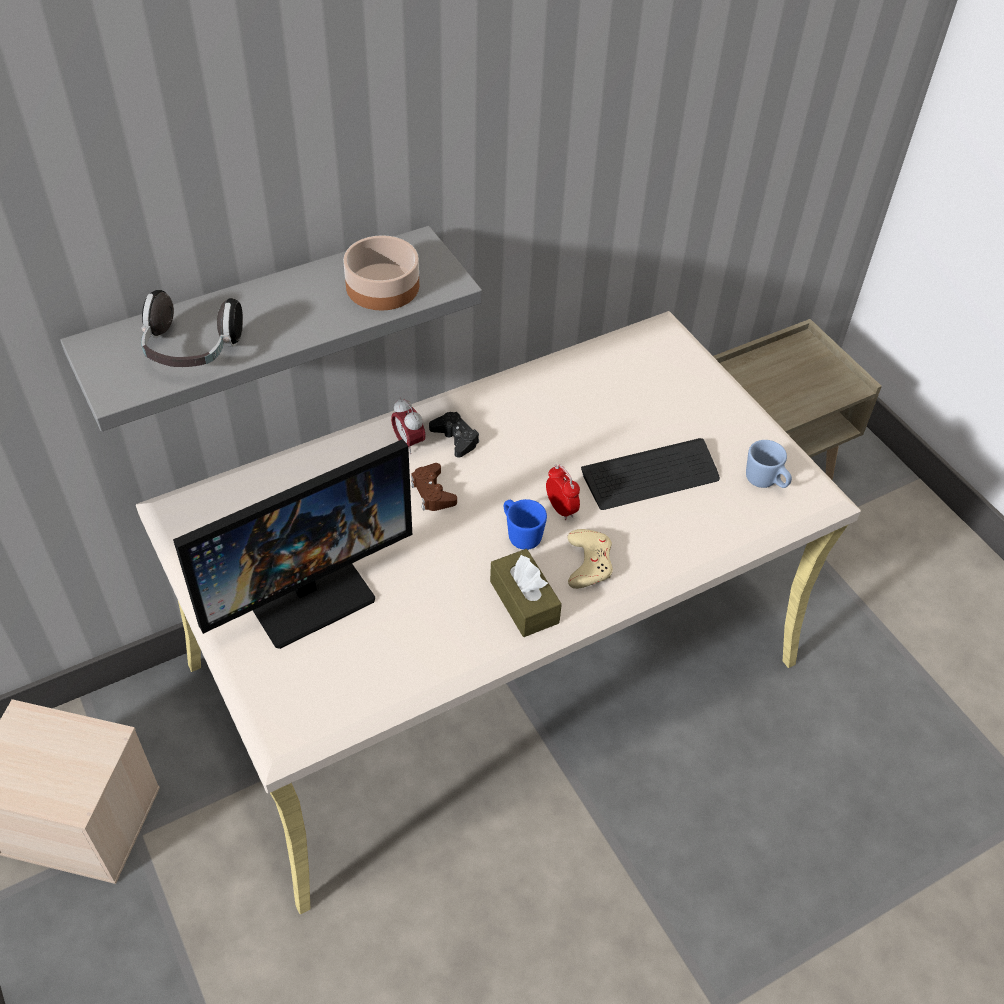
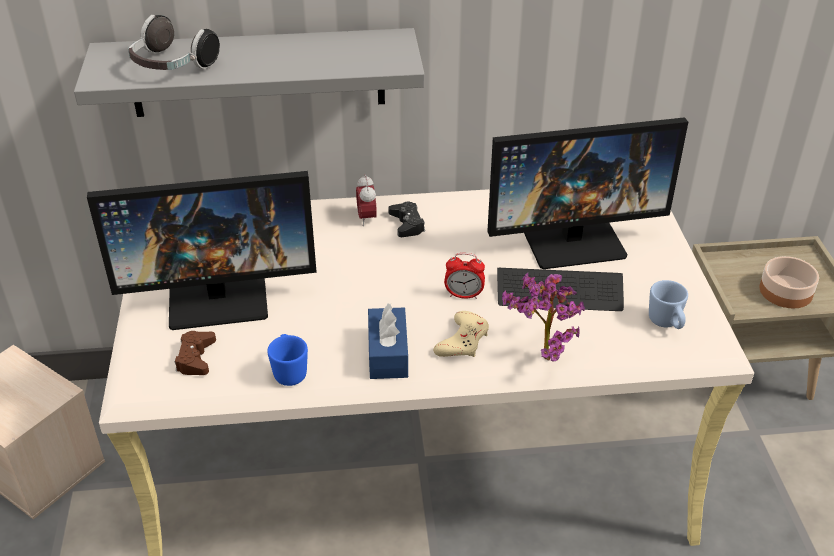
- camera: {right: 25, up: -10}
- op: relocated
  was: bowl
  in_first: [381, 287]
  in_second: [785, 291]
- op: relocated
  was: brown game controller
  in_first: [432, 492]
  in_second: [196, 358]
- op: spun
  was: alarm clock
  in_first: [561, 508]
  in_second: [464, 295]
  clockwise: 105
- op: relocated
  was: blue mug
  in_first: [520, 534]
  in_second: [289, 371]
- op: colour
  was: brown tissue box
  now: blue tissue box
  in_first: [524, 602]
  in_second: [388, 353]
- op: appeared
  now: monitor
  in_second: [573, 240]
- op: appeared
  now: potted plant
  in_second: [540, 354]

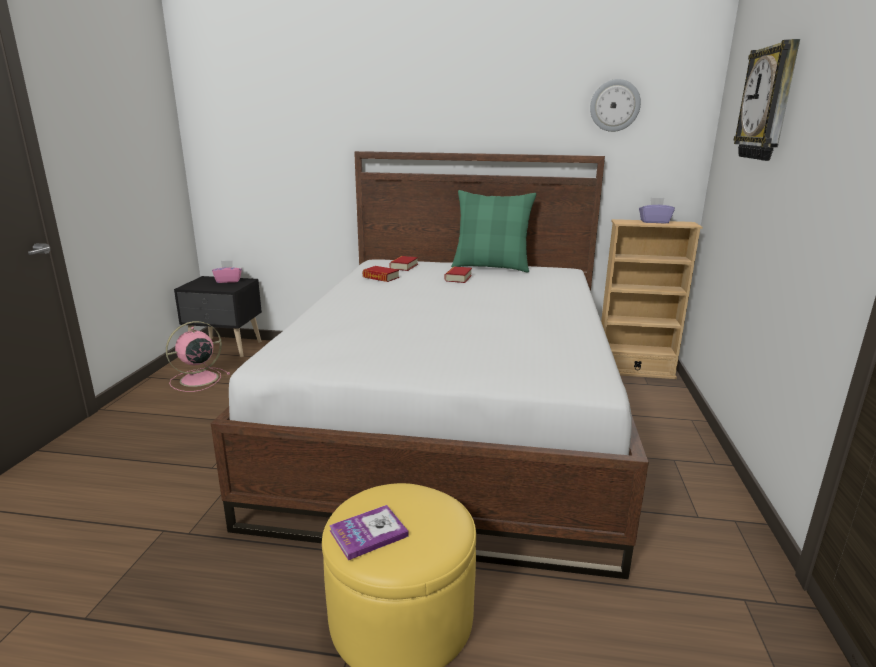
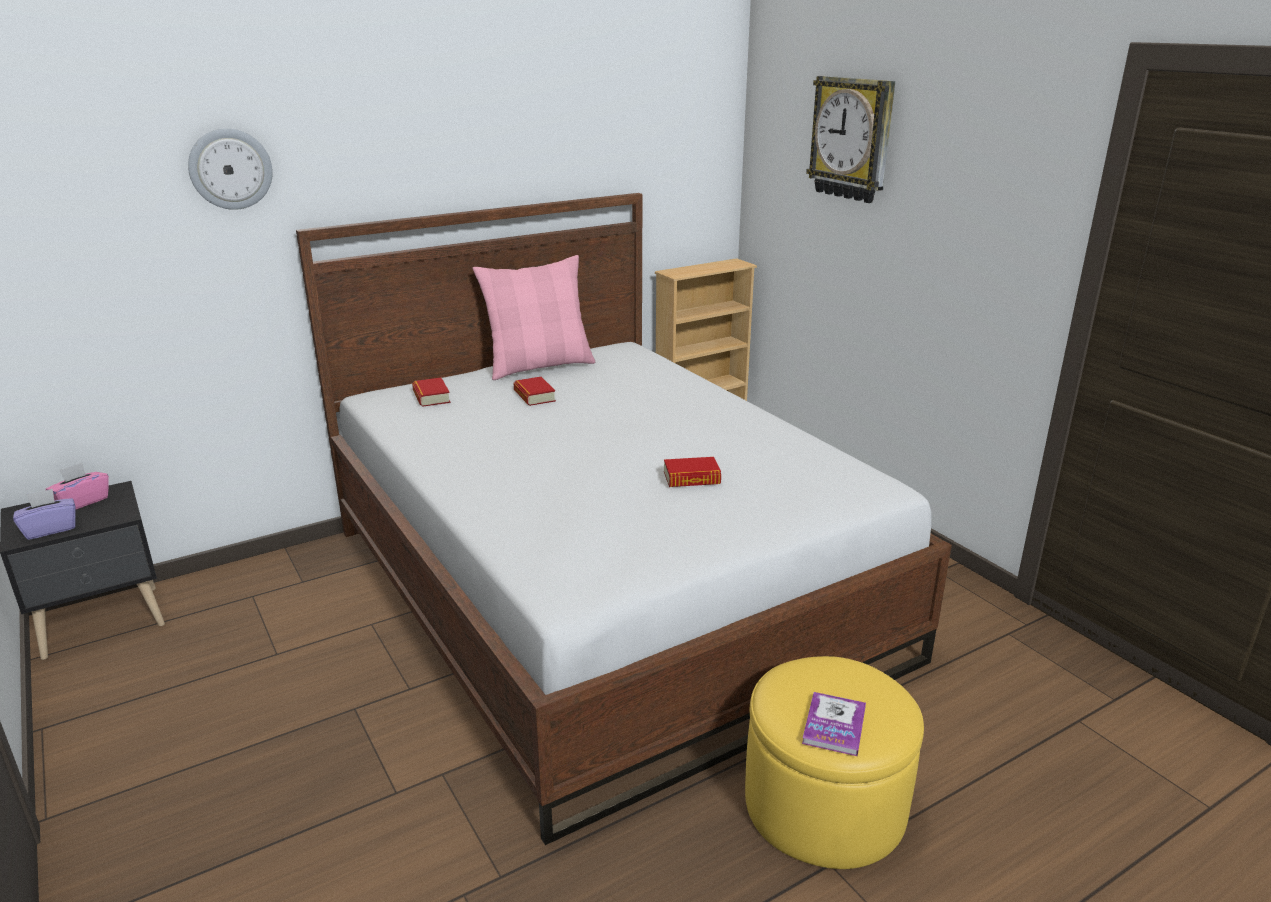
- camera: {right: -40, up: 5}
- op: relocated
  was: wall clock
  in_first: [614, 105]
  in_second: [230, 169]
- op: colour
  was: green pillow
  now: pink pillow
  in_first: [491, 267]
  in_second: [539, 366]
- op: relocated
  was: purple tissue box
  in_first: [654, 222]
  in_second: [50, 529]
- op: relocated
  was: book
  in_first: [381, 277]
  in_second: [691, 478]
- op: missing
  was: pink fan
  in_first: [197, 379]

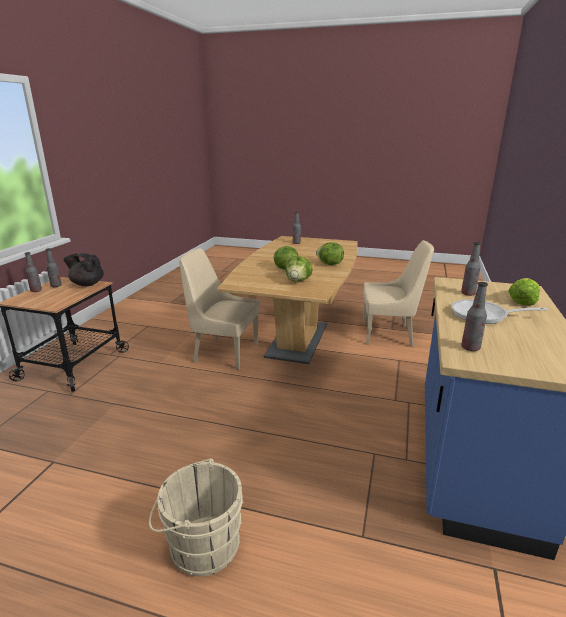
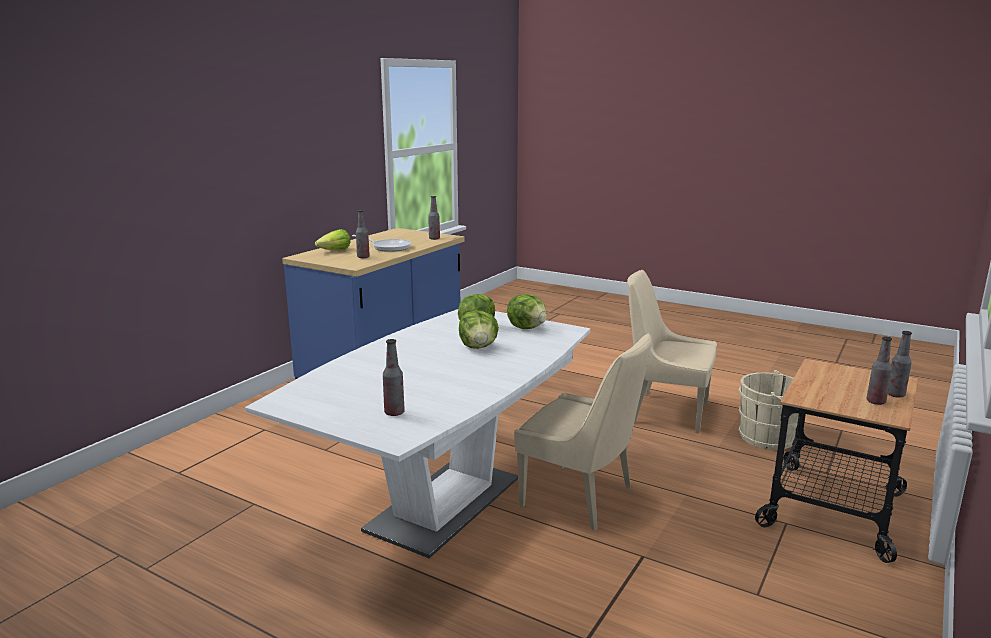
- camera: {right: -165, up: -5}
- op: colour
  was: brown dining table
  now: white dining table
  in_first: [297, 340]
  in_second: [444, 504]
- op: relocated
  was: beige chair
  in_first: [389, 335]
  in_second: [666, 412]
- op: relocated
  was: lettuce
  in_first: [329, 264]
  in_second: [527, 327]
- op: missing
  was: black teapot
  in_first: [87, 284]
- op: relocated
  was: beige bucket
  in_first: [200, 545]
  in_second: [771, 438]

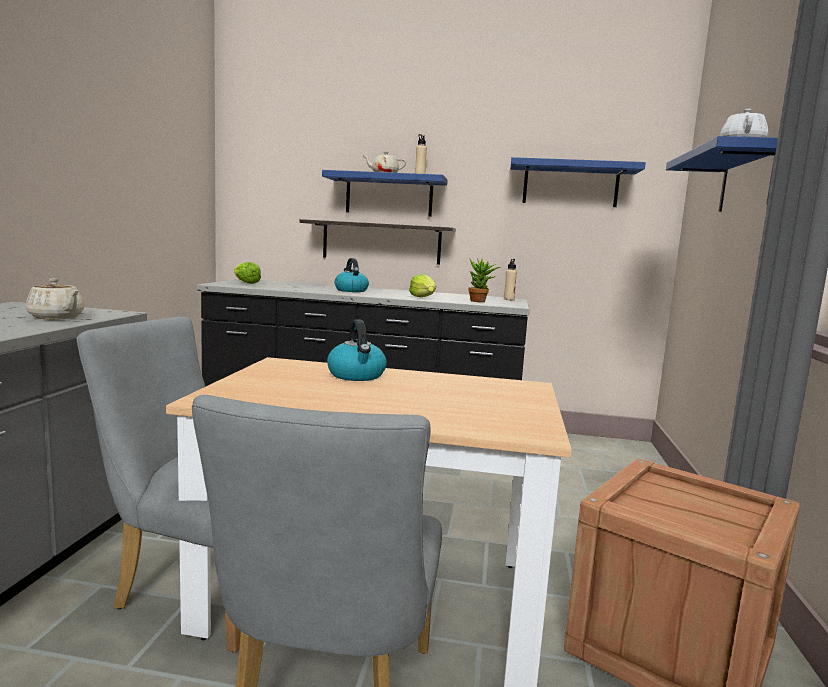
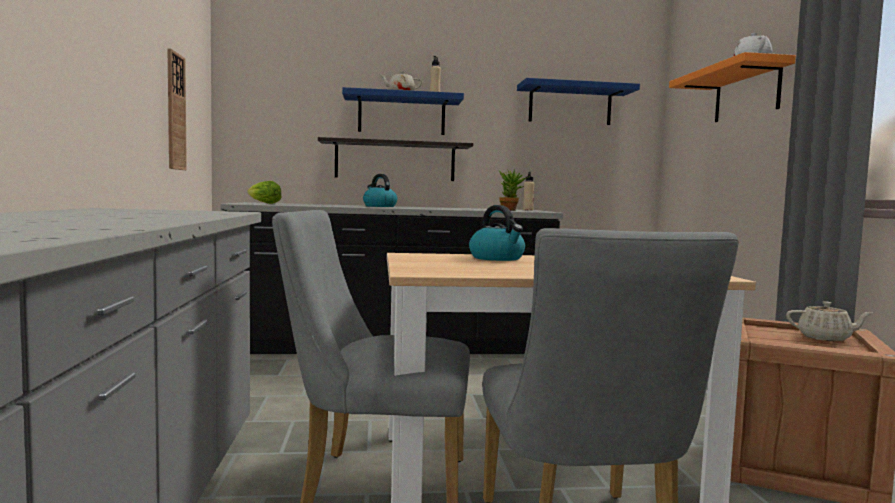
- camera: {right: -15, up: -5}
- op: colour
  was: blue shelf
  now: orange shelf
  in_first: [746, 180]
  in_second: [746, 93]
- op: missing
  was: lettuce
  in_first: [424, 298]
- op: relocated
  was: beige teapot
  in_first: [56, 317]
  in_second: [825, 338]
- op: appeared
  now: wall clock
  in_second: [175, 112]

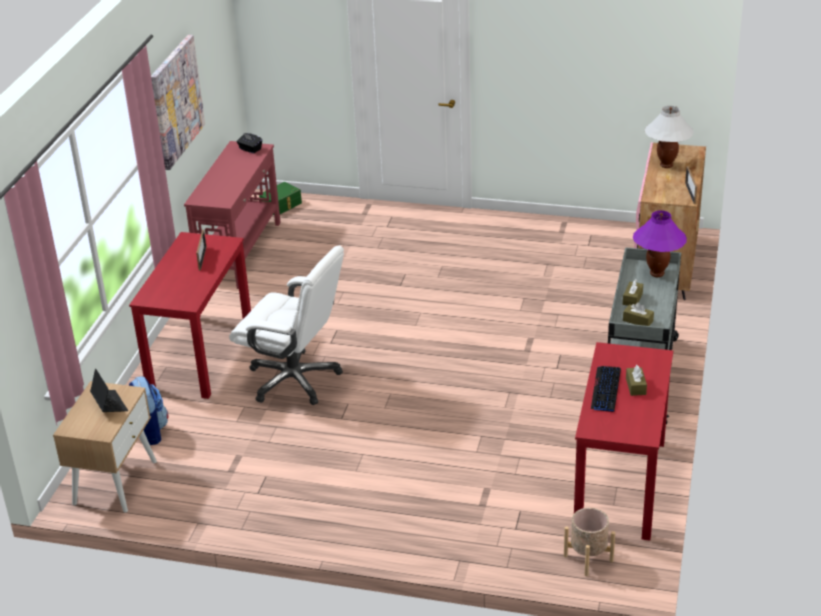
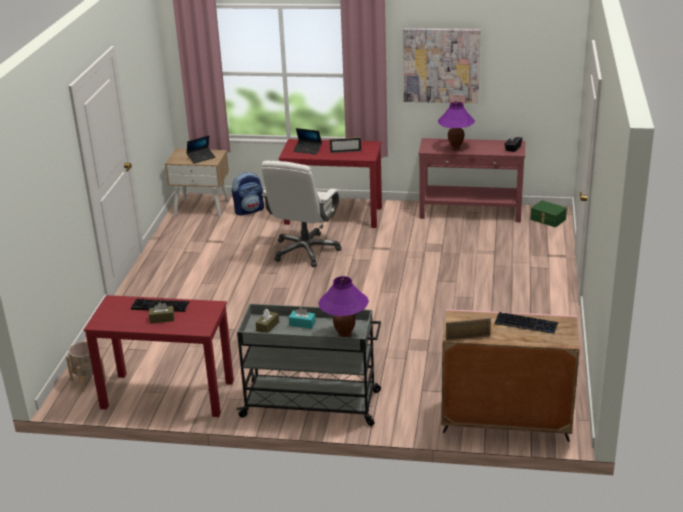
- camera: {right: 85, up: -5}
- op: exchanged
  was: white table lamp
  now: keyboard
  in_first: [666, 165]
  in_second: [526, 324]
- op: colour
  was: brown tissue box
  now: turquoise tissue box
  in_first: [632, 299]
  in_second: [302, 323]
- op: appeared
  now: purple table lamp
  in_second: [455, 148]
- op: appeared
  now: laptop
  in_second: [307, 150]

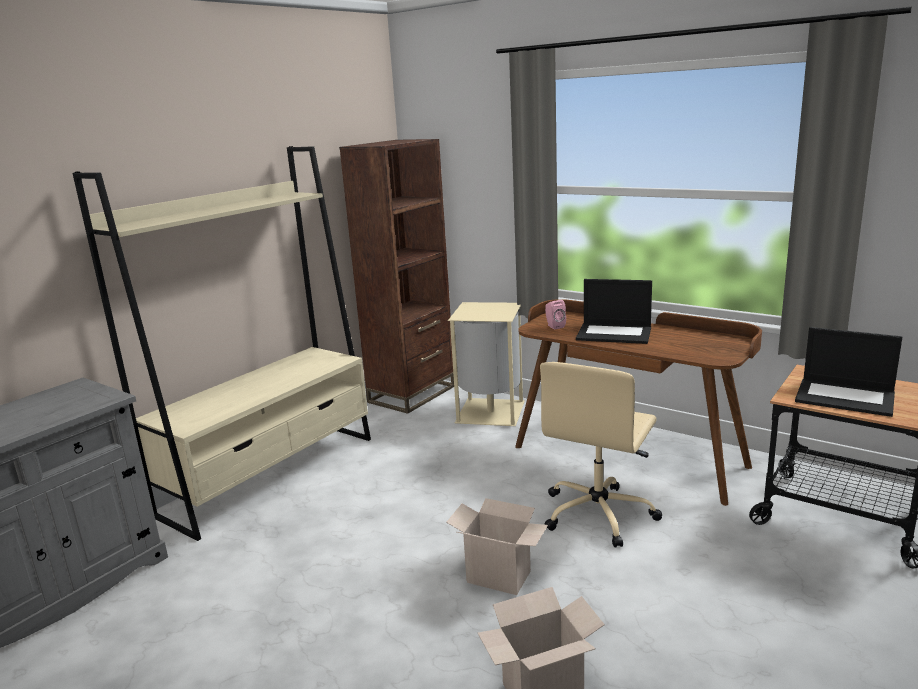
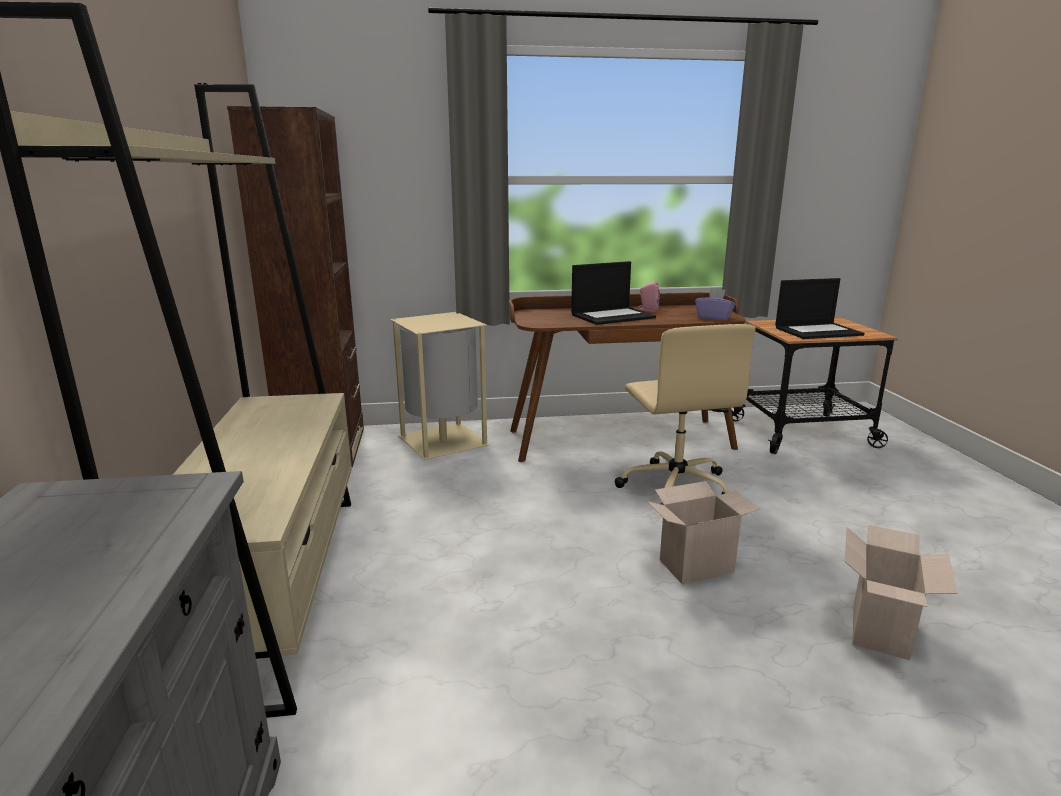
- camera: {right: -45, up: 0}
- op: relocated
  was: pink speaker
  in_first: [554, 326]
  in_second: [647, 310]
- op: appeared
  now: purple tissue box
  in_second: [714, 317]

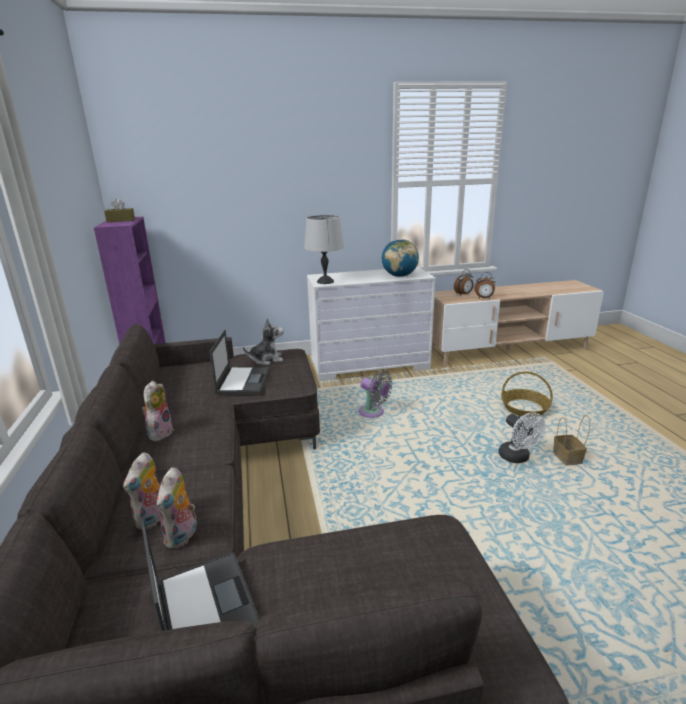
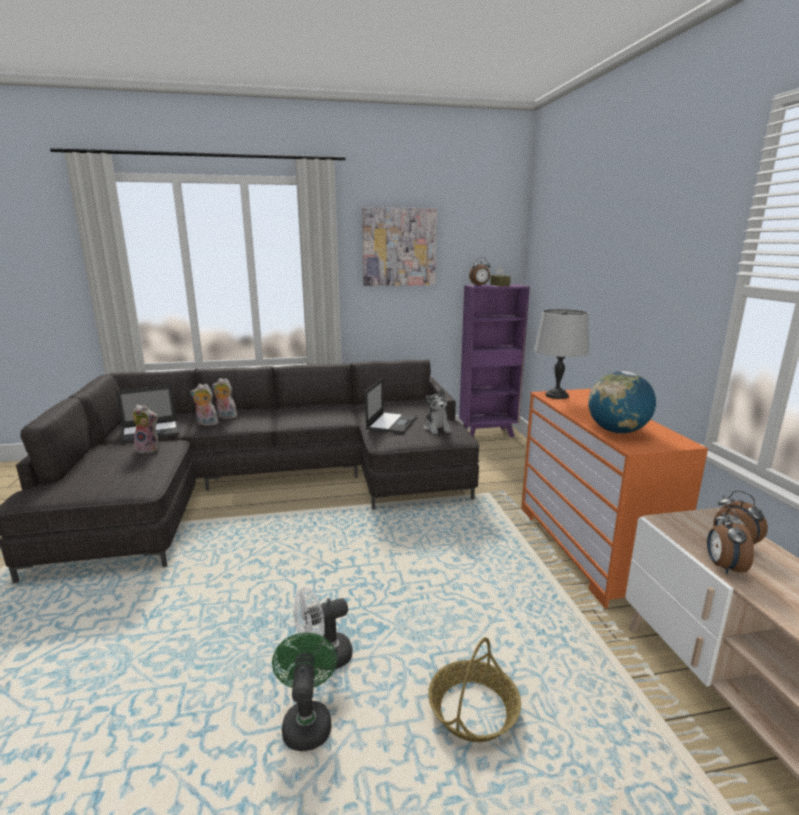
- camera: {right: 90, up: -5}
- op: colour
  was: white dresser
  now: orange dresser
  in_first: [370, 365]
  in_second: [589, 547]
- op: spun
  was: laptop
  in_first: [243, 380]
  in_second: [391, 423]
  clockwise: -75
- op: missing
  was: grey fan
  in_first: [373, 413]
- op: relocated
  was: plush toy
  in_first: [159, 432]
  in_second: [149, 449]
- op: exchanged
  was: basket
  now: green fan
  in_first: [568, 459]
  in_second: [307, 721]
- op: appeared
  now: picture
  in_second: [399, 247]
- op: appeared
  now: alarm clock
  in_second: [480, 285]

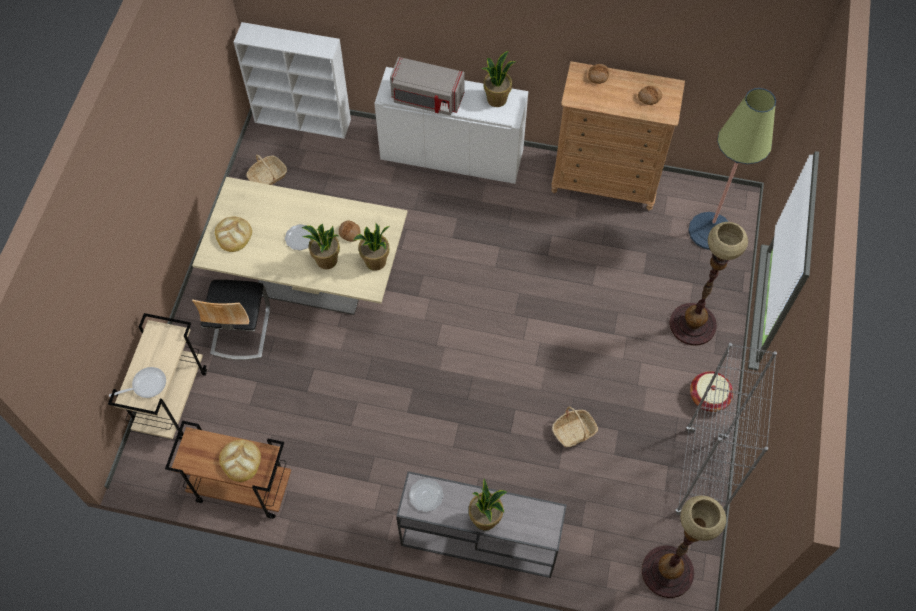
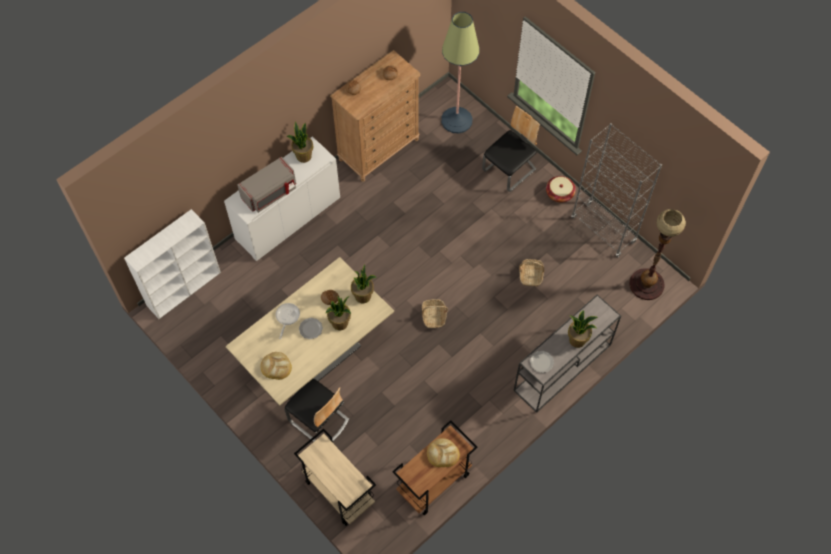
- camera: {right: -55, up: 0}
- op: relocated
  was: basket
  in_first: [268, 177]
  in_second: [433, 316]
- op: exchanged
  was: floor lamp
  now: chair
  in_first: [693, 324]
  in_second: [509, 170]
- op: relocated
  was: frying pan
  in_first: [146, 385]
  in_second: [287, 317]

